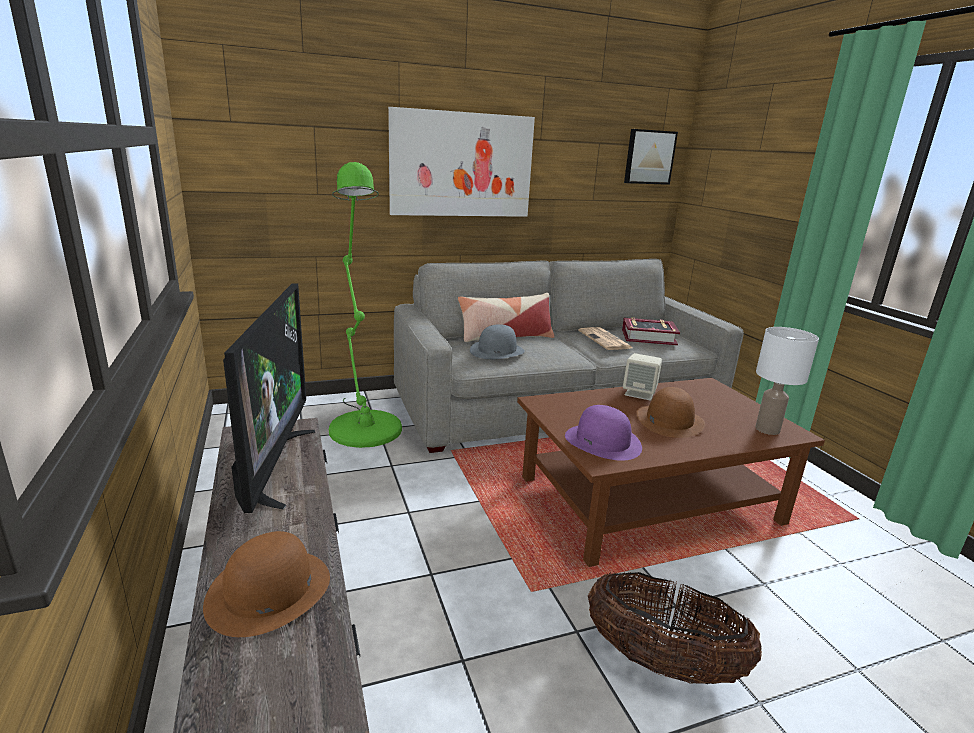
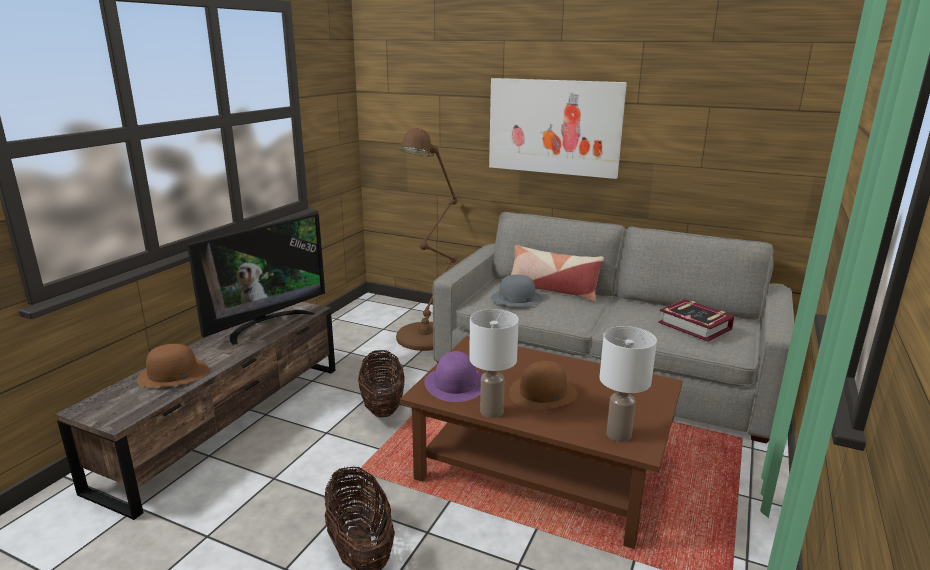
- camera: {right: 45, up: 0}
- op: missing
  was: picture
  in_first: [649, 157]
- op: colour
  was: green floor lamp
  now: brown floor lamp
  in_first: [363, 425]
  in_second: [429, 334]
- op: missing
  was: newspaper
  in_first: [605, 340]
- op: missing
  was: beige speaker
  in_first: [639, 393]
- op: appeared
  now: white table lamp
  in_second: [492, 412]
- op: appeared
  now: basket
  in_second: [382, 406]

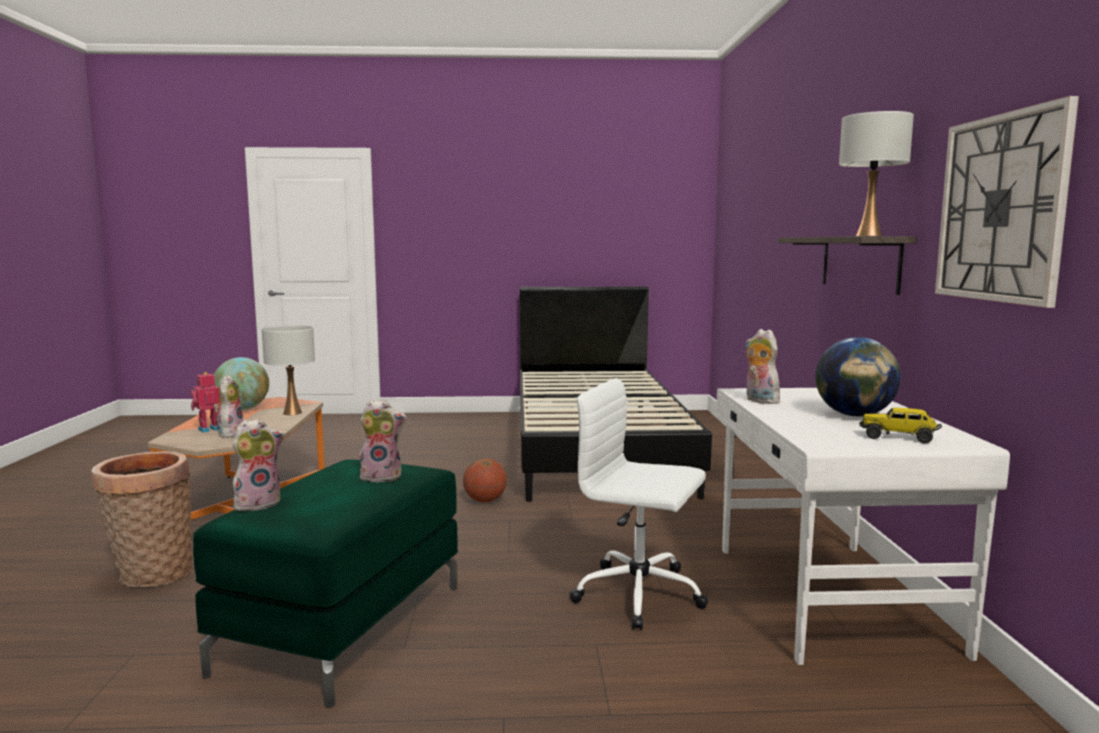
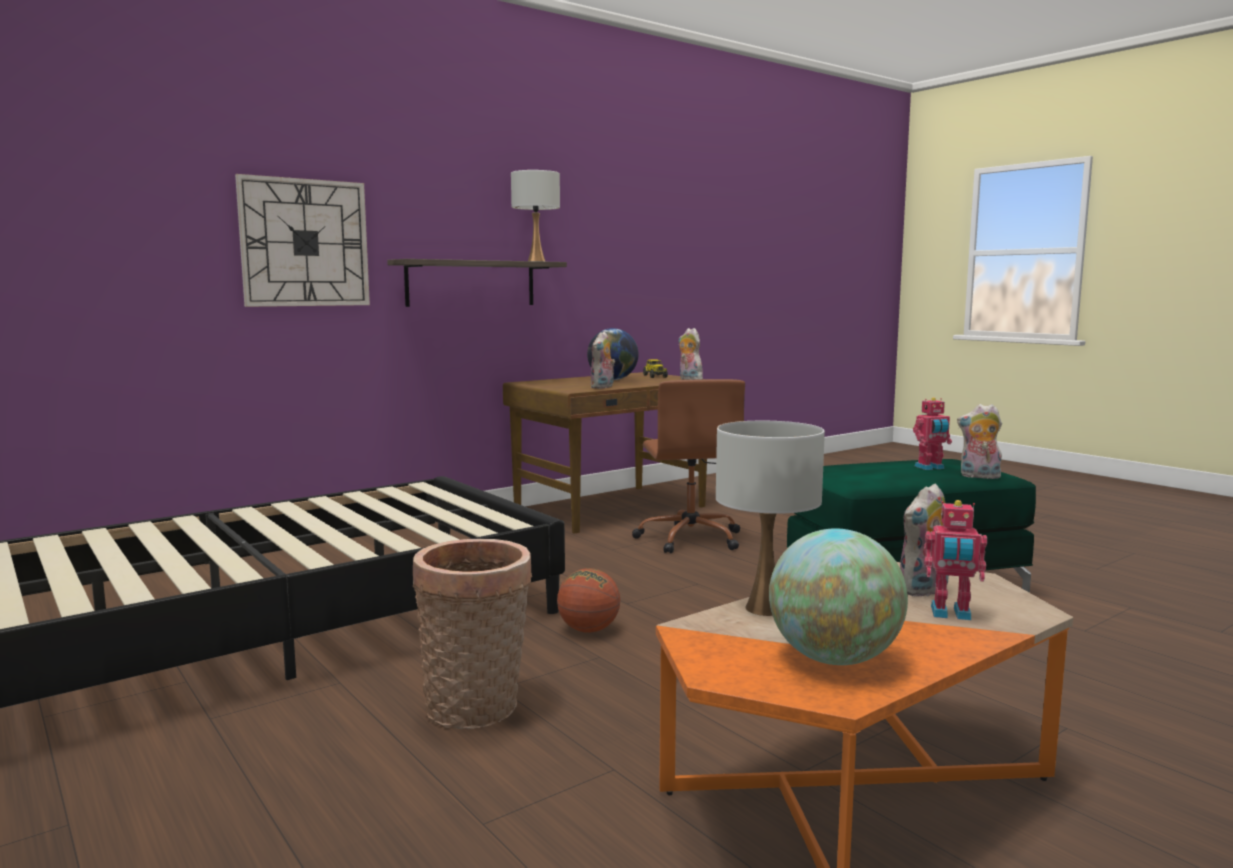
- camera: {right: -125, up: 0}
- op: relocated
  was: wall clock
  in_first: [1000, 208]
  in_second: [305, 243]
- op: colour
  was: white office chair
  now: brown office chair
  in_first: [641, 595]
  in_second: [690, 538]
- op: colour
  was: white desk
  now: brown desk
  in_first: [828, 598]
  in_second: [612, 508]
- op: relocated
  was: plush toy
  in_first: [382, 477]
  in_second: [688, 379]
- op: relocated
  was: basket
  in_first: [151, 575]
  in_second: [477, 709]
- op: appeared
  now: toy robot
  in_second: [930, 468]

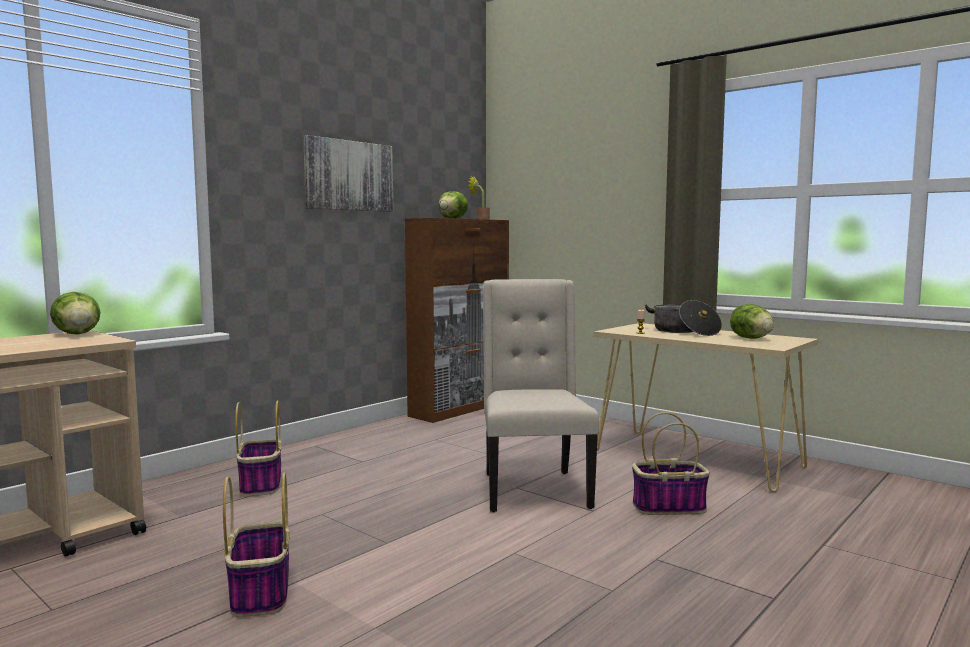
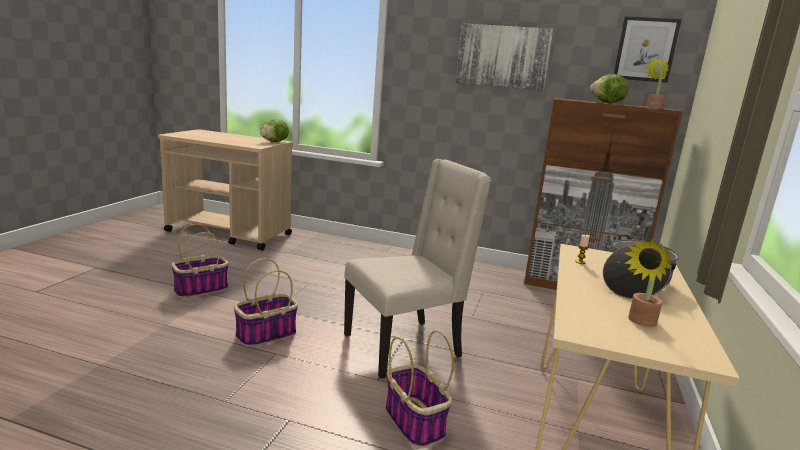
- camera: {right: 65, up: 10}
- op: exchanged
  was: lettuce
  now: potted plant
  in_first: [751, 338]
  in_second: [639, 322]
- op: relocated
  was: basket
  in_first: [261, 485]
  in_second: [265, 335]
- op: appeared
  now: picture
  in_second: [645, 49]

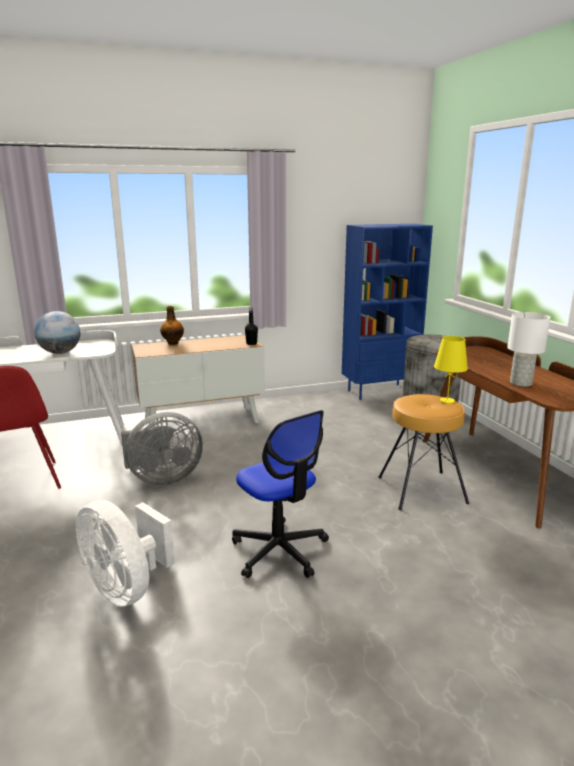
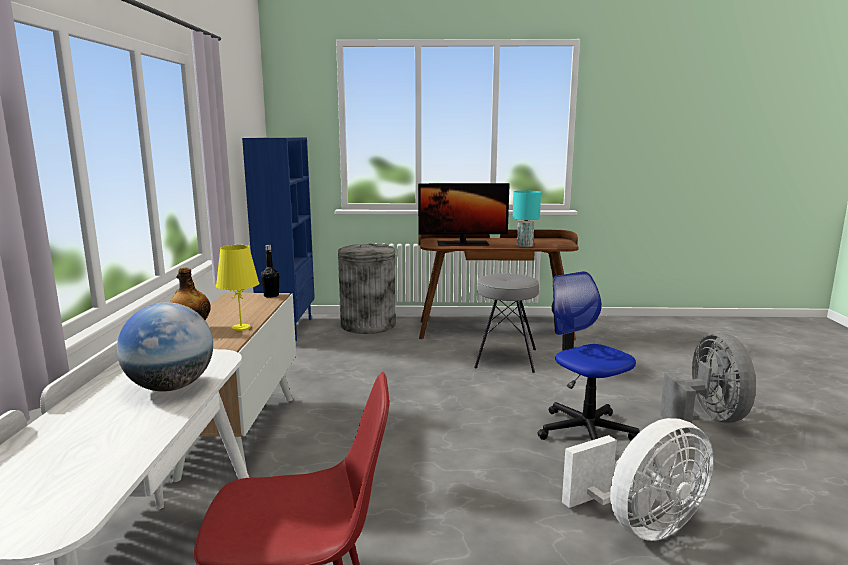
- camera: {right: -70, up: -5}
- op: colour
  was: white table lamp
  now: turquoise table lamp
  in_first: [520, 383]
  in_second: [525, 245]
- op: relocated
  was: yellow table lamp
  in_first: [447, 400]
  in_second: [241, 328]
- op: colour
  was: brown stool
  now: grey stool
  in_first: [421, 489]
  in_second: [505, 358]
- op: spun
  was: office chair
  in_first: [279, 550]
  in_second: [585, 431]
  clockwise: -105
- op: relocated
  was: grey fan
  in_first: [162, 479]
  in_second: [706, 419]
- op: appeared
  now: monitor
  in_second: [462, 243]

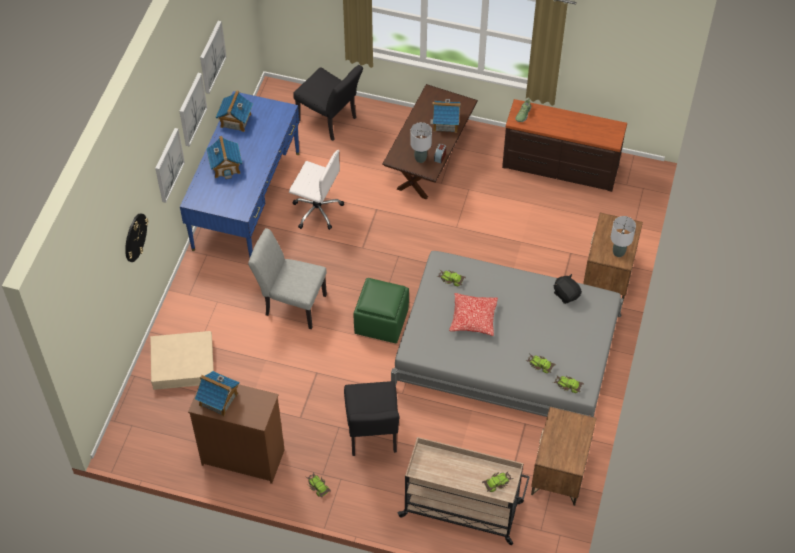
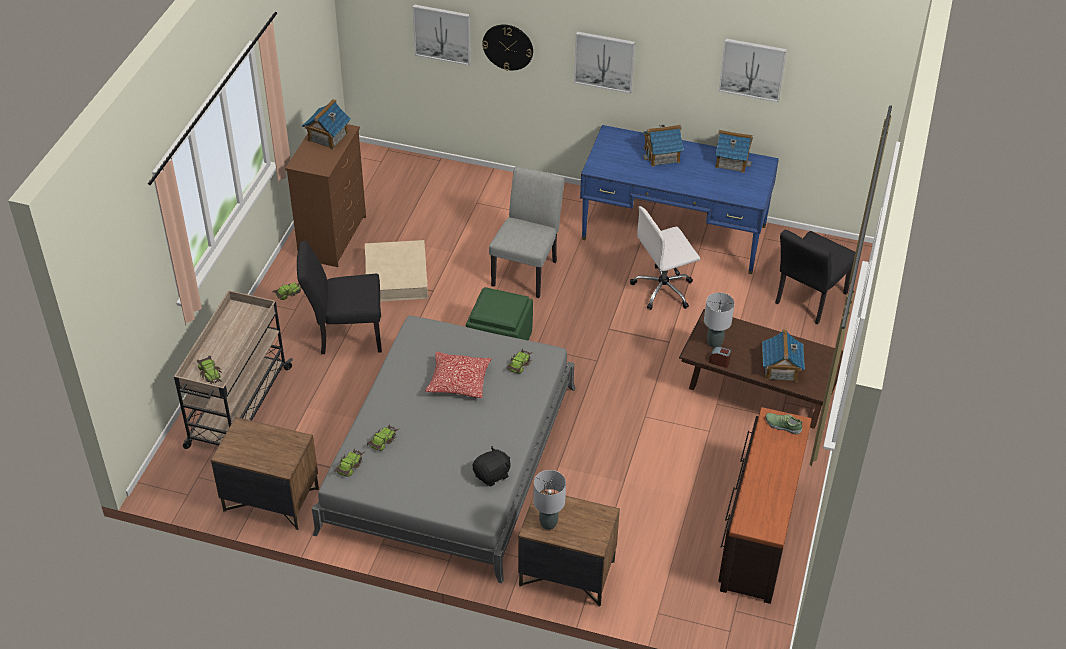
- camera: {right: 90, up: -10}
- op: relocated
  was: picture
  in_first: [191, 109]
  in_second: [442, 34]
- op: spun
  was: white office chair
  in_first: [316, 210]
  in_second: [664, 289]
  clockwise: 45
- op: relocated
  was: beige storage box
  in_first: [183, 364]
  in_second: [396, 277]

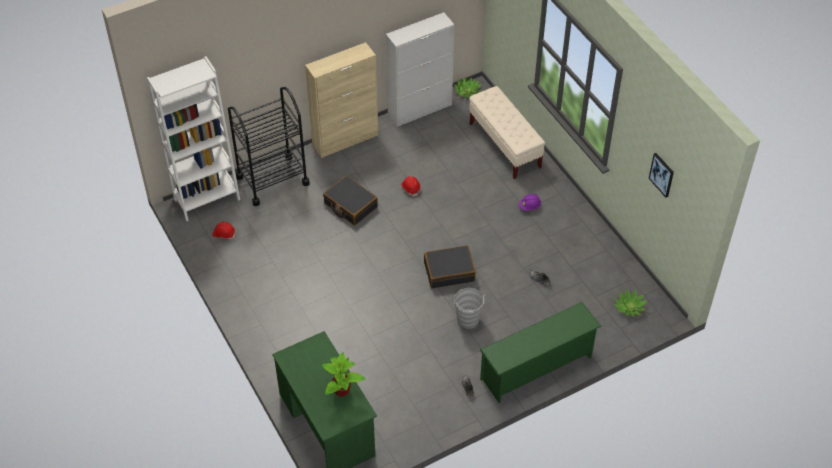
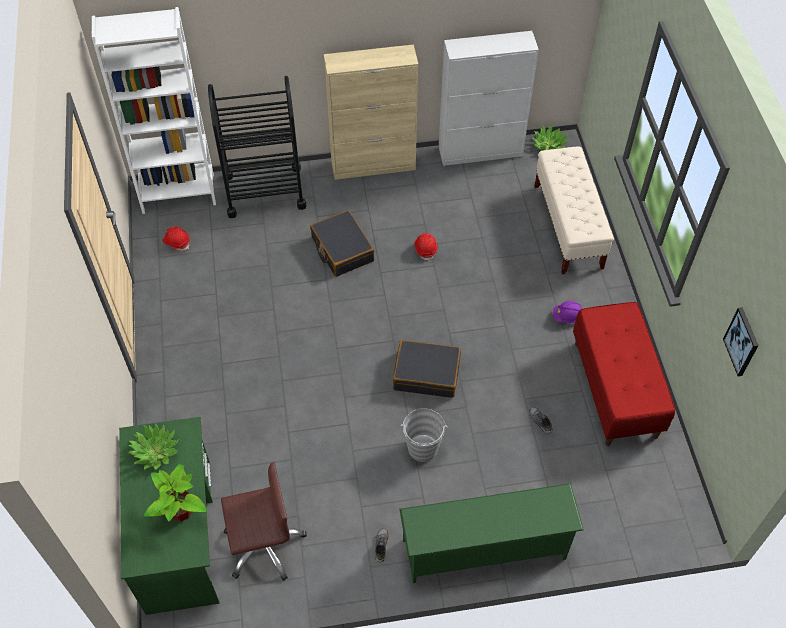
- camera: {right: 20, up: 5}
- op: relocated
  was: potted plant
  in_first: [629, 307]
  in_second: [155, 451]
- op: appeared
  now: red bench
  in_second: [615, 389]
- op: appeared
  now: brown office chair
  in_second: [264, 544]

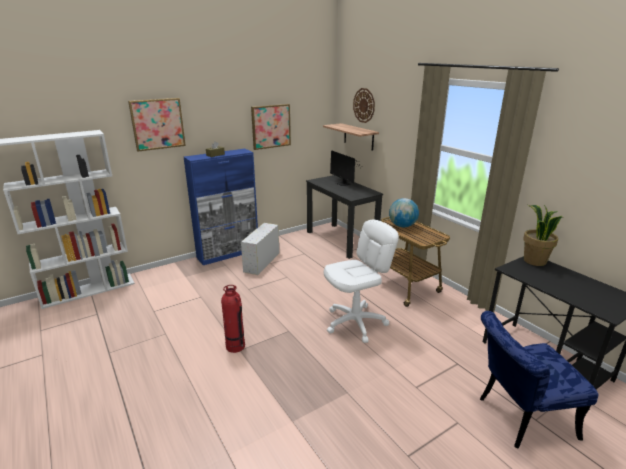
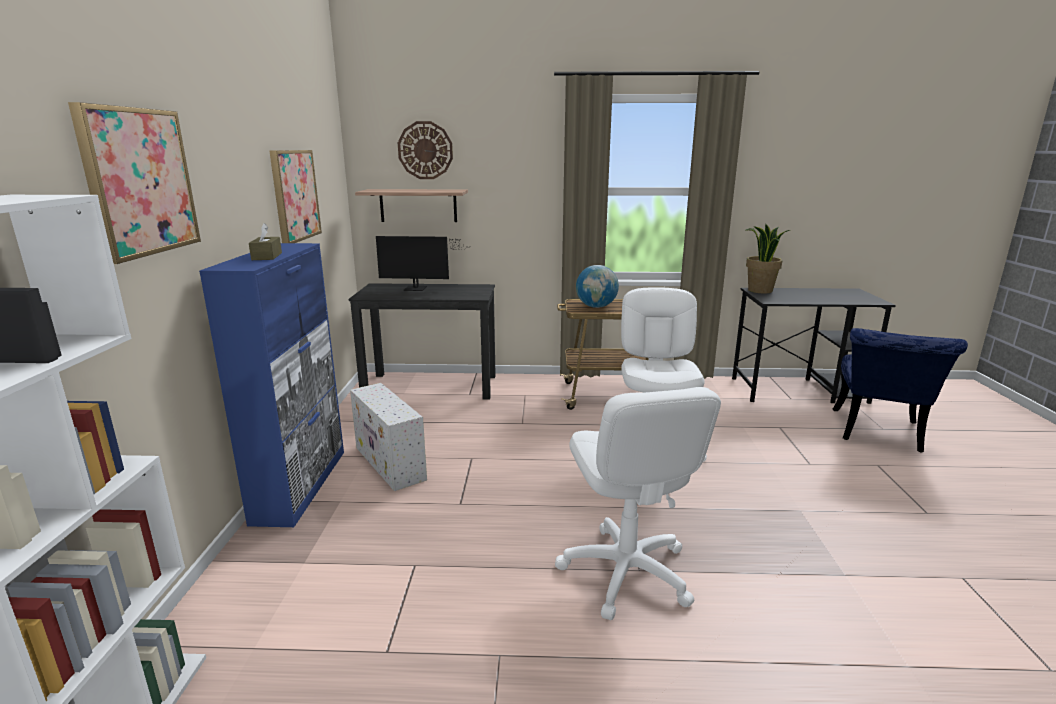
- camera: {right: -55, up: -5}
- op: exchanged
  was: fire extinguisher
  now: white office chair
  in_first: [235, 346]
  in_second: [625, 572]

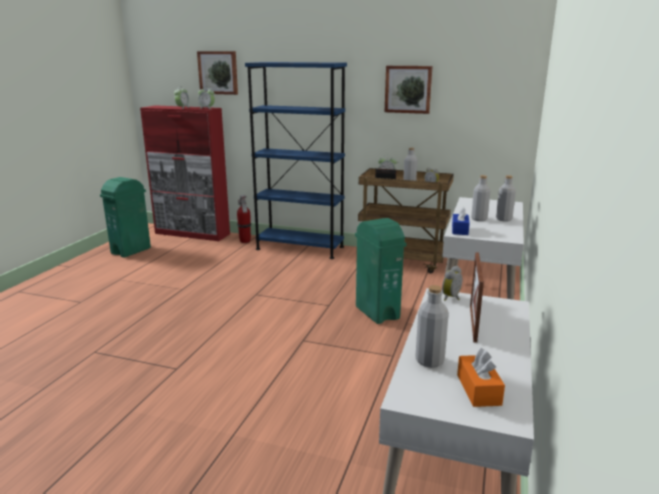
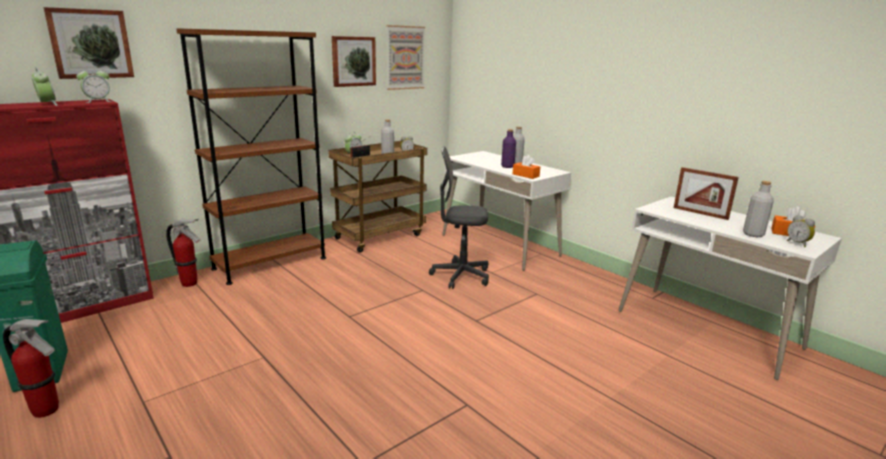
- camera: {right: -60, up: 0}
- op: colour
  was: blue bookcase
  now: brown bookcase
  in_first: [300, 248]
  in_second: [270, 263]
- op: colour
  was: grey bottle
  now: purple bottle
  in_first: [479, 219]
  in_second: [507, 166]
- op: colour
  was: blue tissue box
  now: orange tissue box
  in_first: [460, 230]
  in_second: [525, 175]
- op: exchanged
  was: green trash can
  now: grey office chair
  in_first: [377, 312]
  in_second: [460, 276]
- op: relocated
  was: alarm clock
  in_first: [452, 298]
  in_second: [798, 243]
- op: appeared
  now: picture
  in_second: [405, 57]
- op: appeared
  now: fire extinguisher
  in_second: [46, 411]

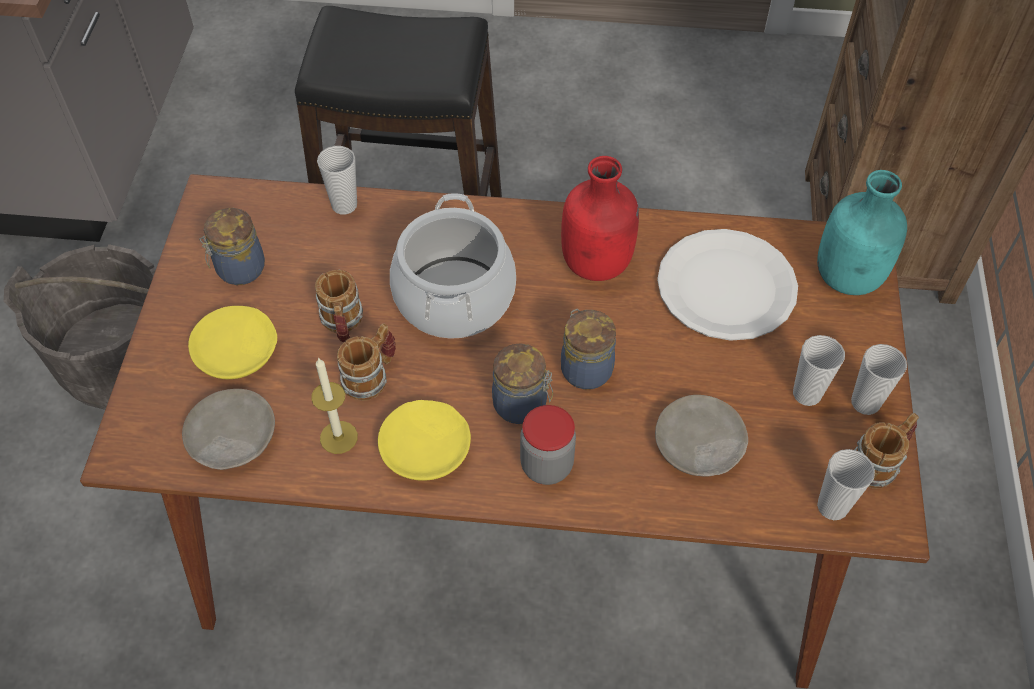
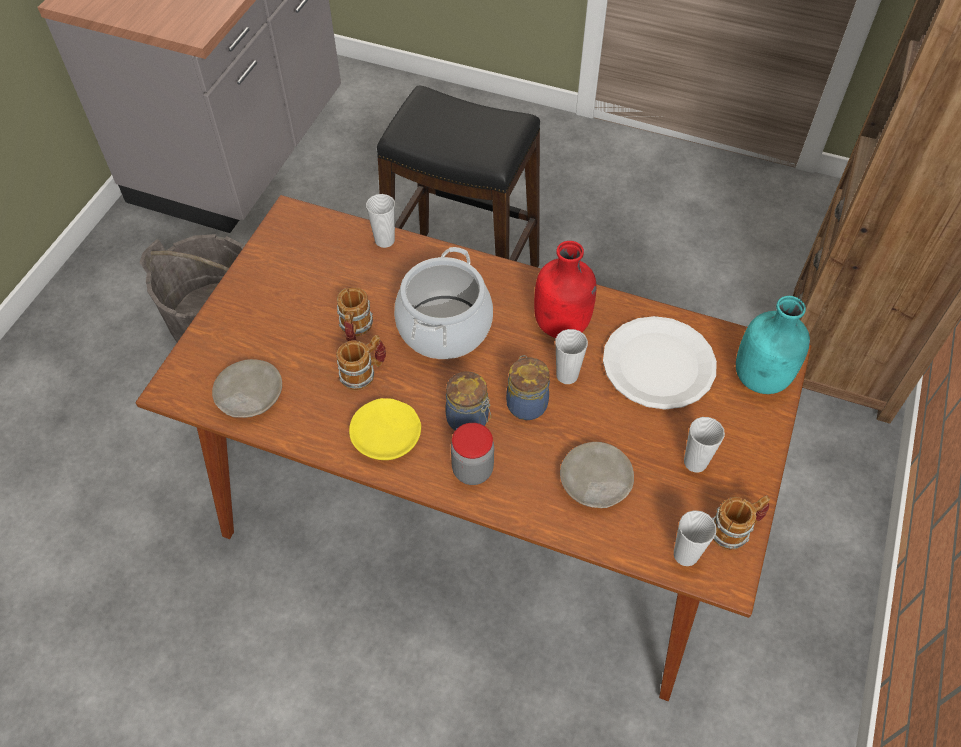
- camera: {right: 15, up: 0}
- op: missing
  was: jar
  in_first: [239, 269]
- op: missing
  was: yellow plate
  in_first: [237, 352]
- op: relocated
  was: cup
  in_first: [865, 403]
  in_second: [567, 375]
- op: missing
  was: candle
  in_first: [338, 437]

